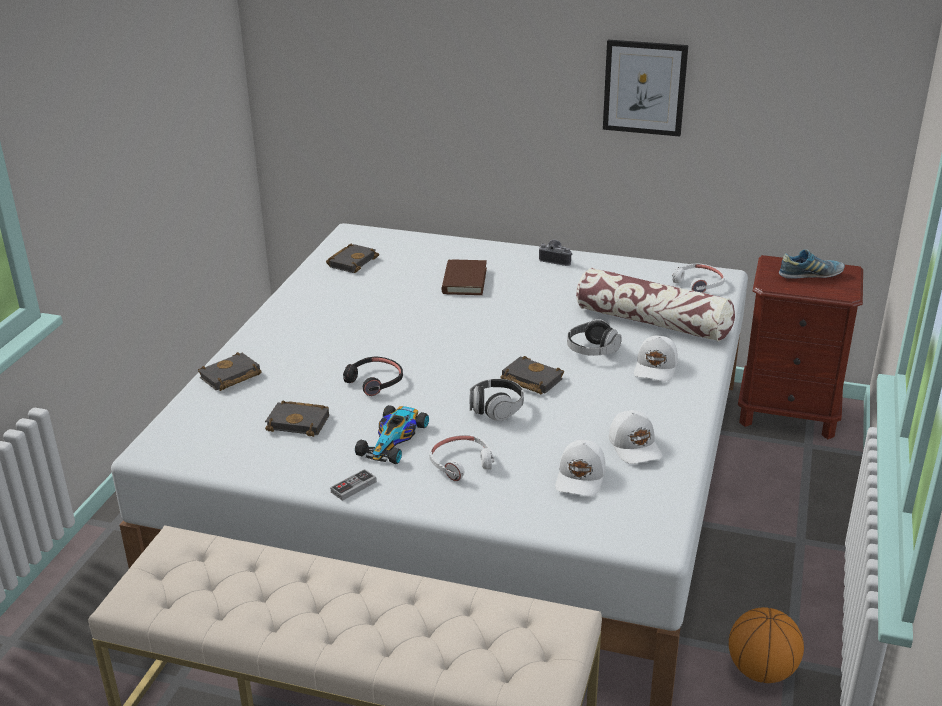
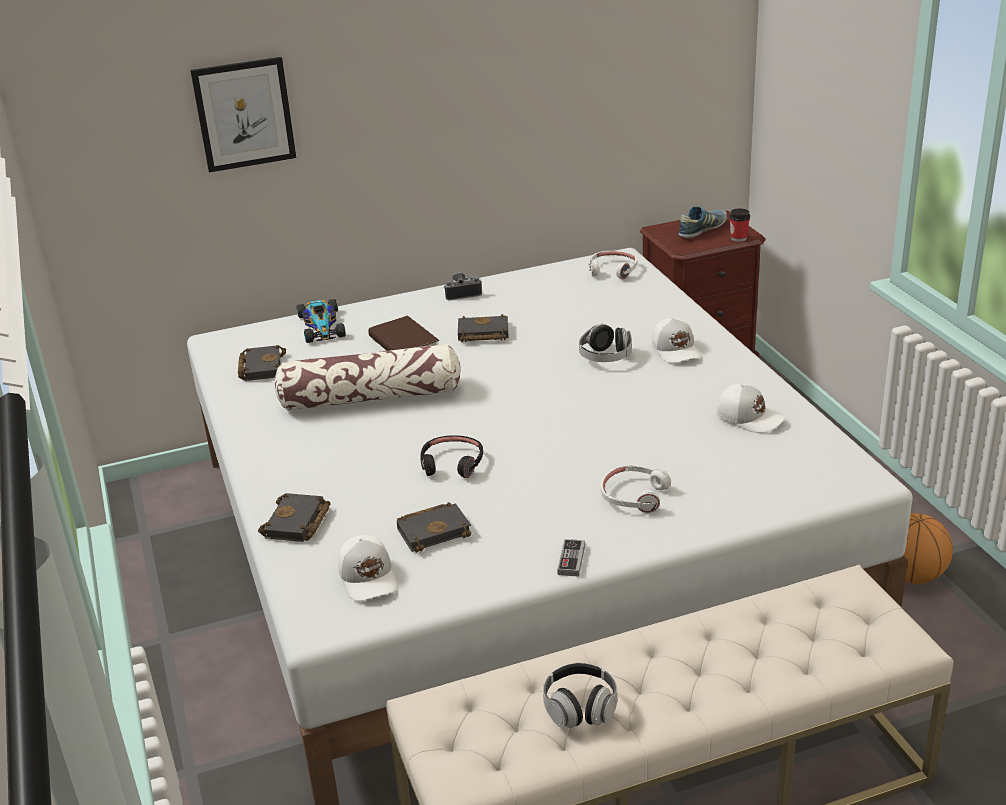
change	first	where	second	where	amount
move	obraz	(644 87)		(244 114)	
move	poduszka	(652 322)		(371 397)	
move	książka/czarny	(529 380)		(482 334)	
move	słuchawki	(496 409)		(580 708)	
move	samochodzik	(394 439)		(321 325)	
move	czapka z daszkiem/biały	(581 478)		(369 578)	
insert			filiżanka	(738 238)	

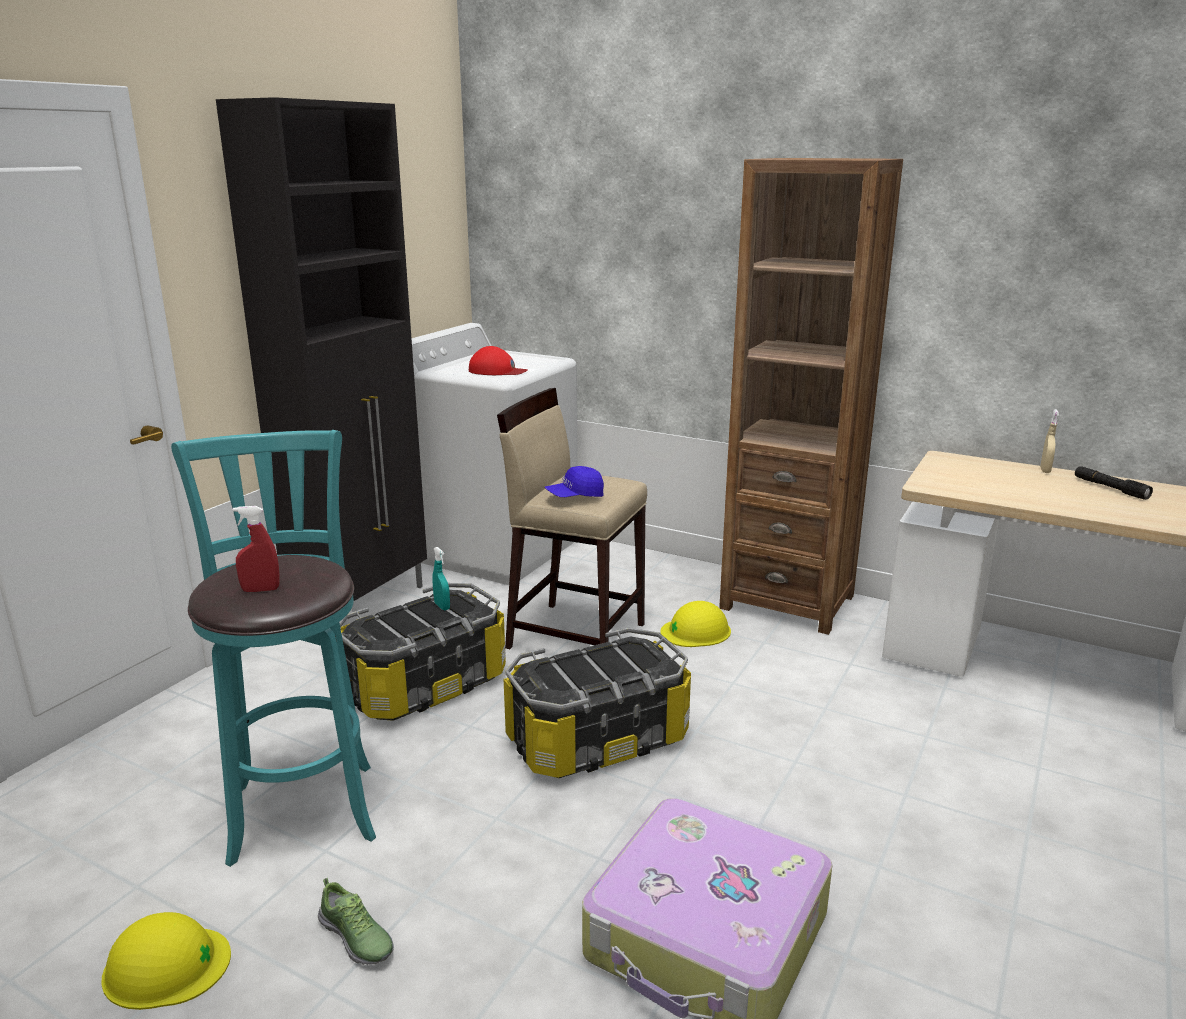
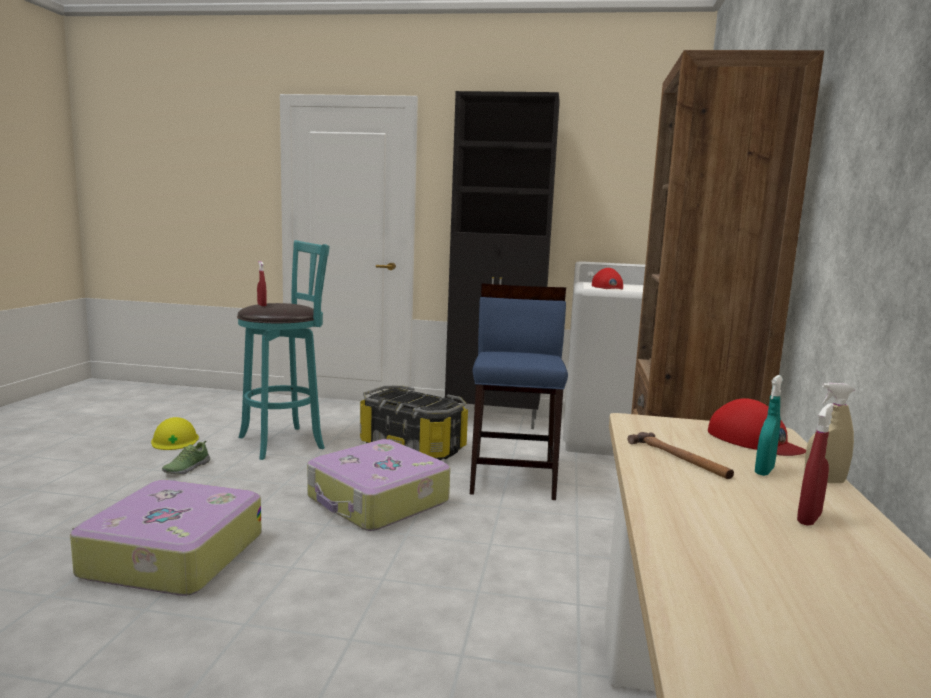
change	first	where	second	where	amount
recolor	stołek/beżowy	(575 635)	stołek/niebieski	(513 478)	
delete	czapka z daszkiem/niebieski	(575 496)			
replace	latarka/czarny	(1110 488)	spryskiwacz/czerwony	(809 518)	
move	spryskiwacz/turkusowy	(442 606)		(764 471)	
delete	kask/żółty	(696 631)			
replace	pojemnik do przechowywania	(597 739)	walizka	(377 501)	
insert			czapka z daszkiem/czerwony	(754 440)	
insert			młotek	(679 458)	

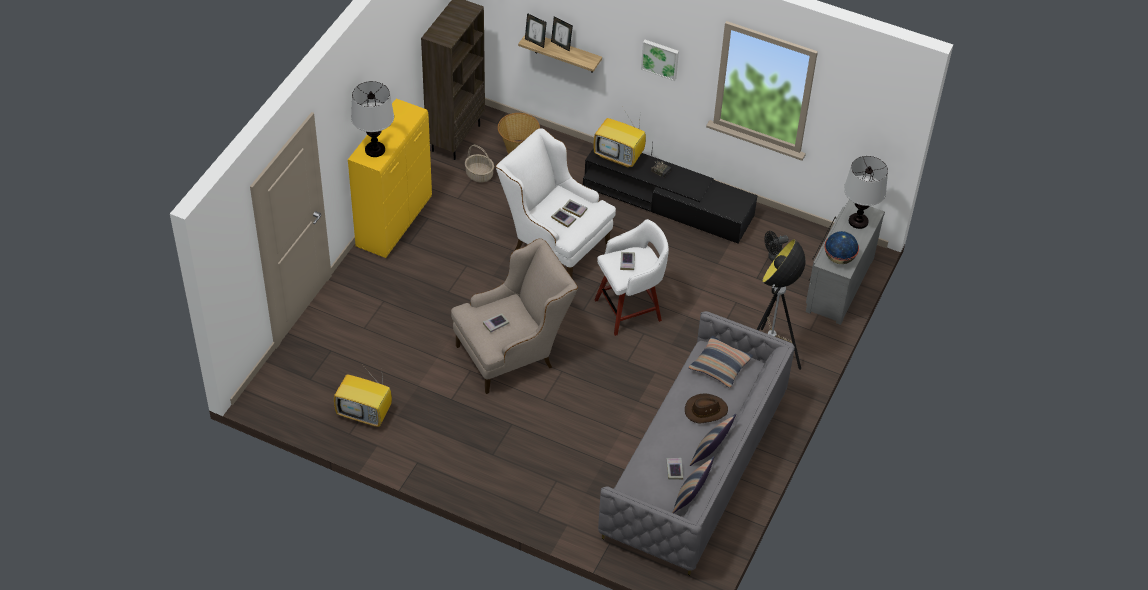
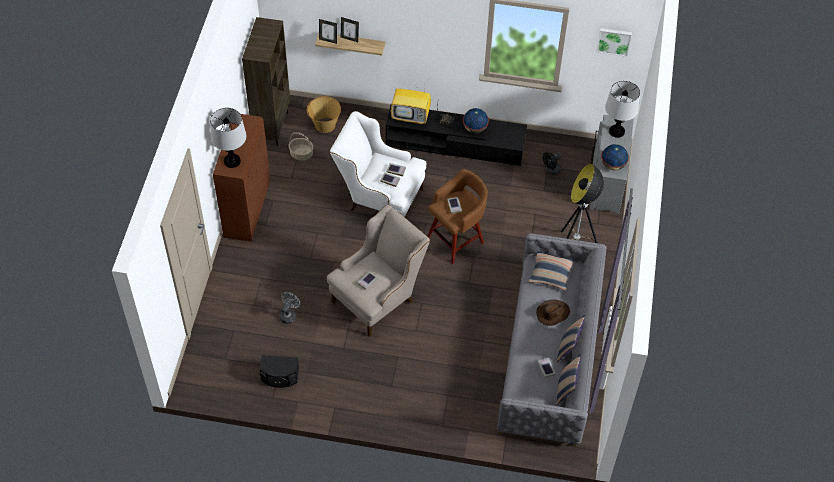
change	first	where	second	where	amount
move	obraz	(660 59)		(614 41)	
recolor	szafka/żółty	(394 222)	szafka/brązowy	(247 209)	
recolor	stołek/biały	(630 309)	stołek/brązowy	(456 239)	
replace	telewizor	(365 413)	głośnik/czarny	(280 377)	
insert			globus	(475 129)	
insert			wentylator/szary	(289 315)	

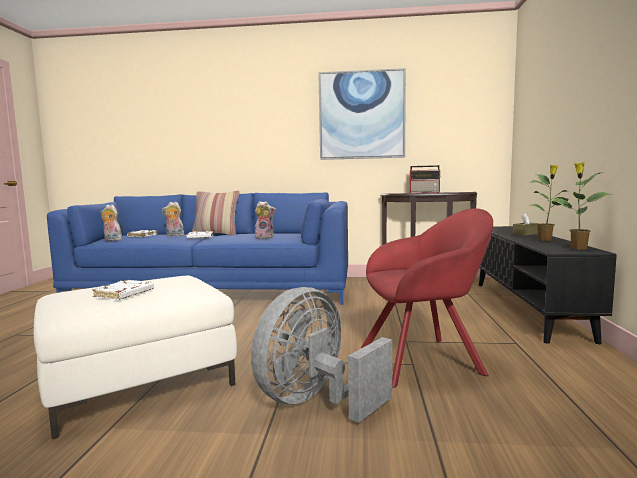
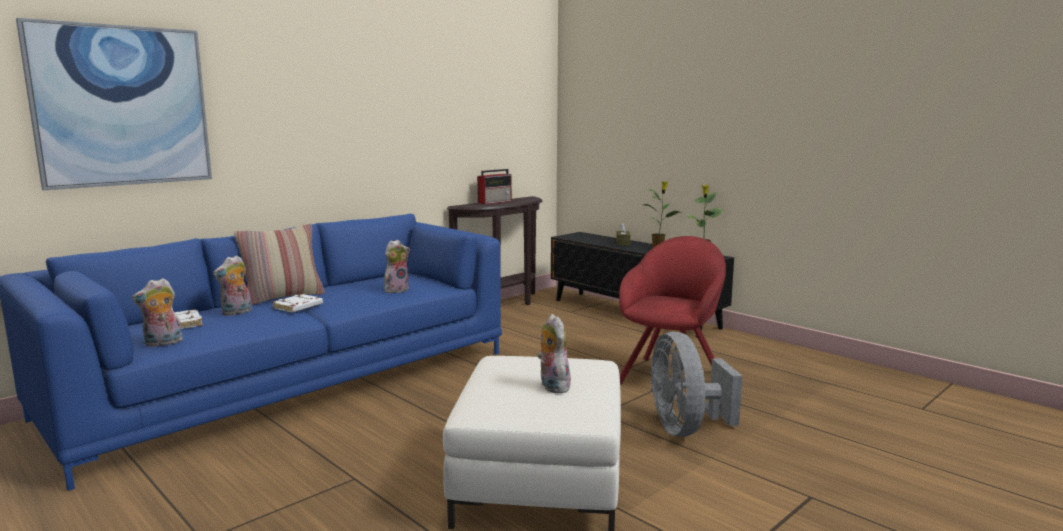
change	first	where	second	where	amount
move	obraz	(361 115)		(122 106)	
replace	książka/biały	(124 294)	pluszak	(552 386)	

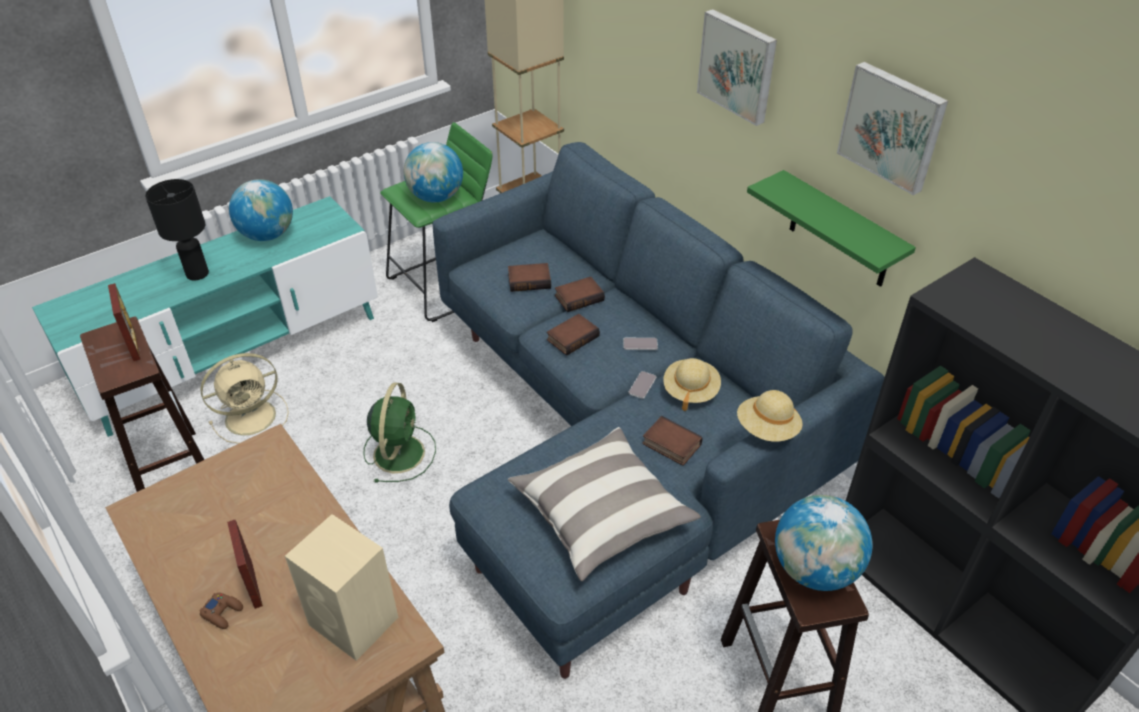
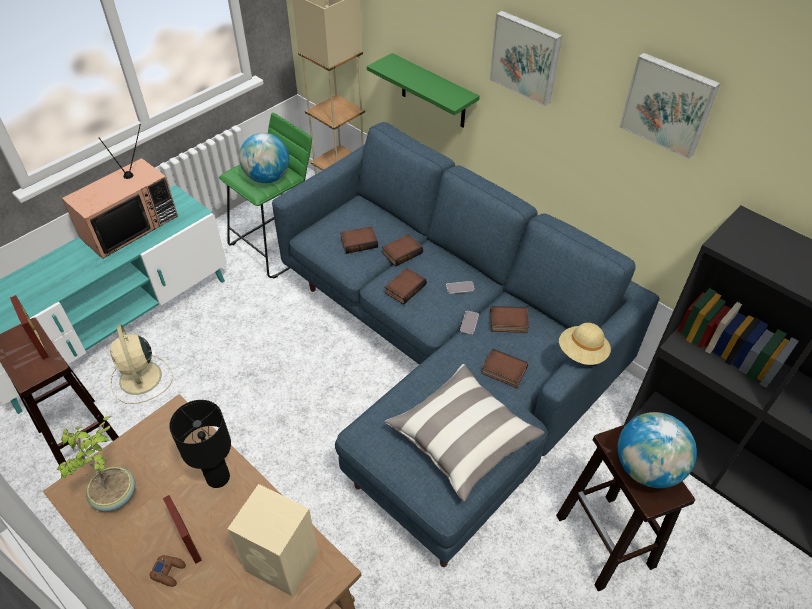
change	first	where	second	where	amount
move	półka/zielony	(840 231)		(433 92)	
move	lampa stołowa/czarny	(197 273)		(218 476)	
replace	globus	(267 235)	telewizor	(130 225)	
rotate	wentylator/beżowy	(253 416)		(141 379)	105 degrees clockwise
replace	kapelusz/beżowy	(690 391)	książka	(508 323)	
delete	wentylator/zielony	(399 452)			
insert			roślina doniczkowa	(116 495)	

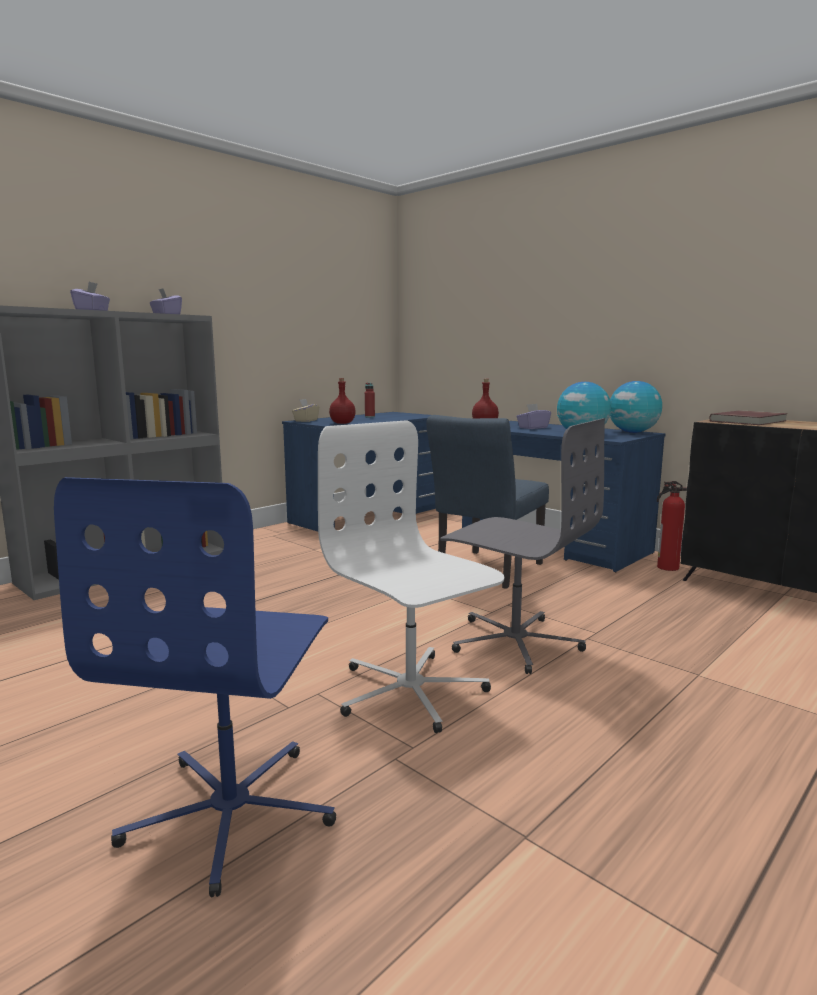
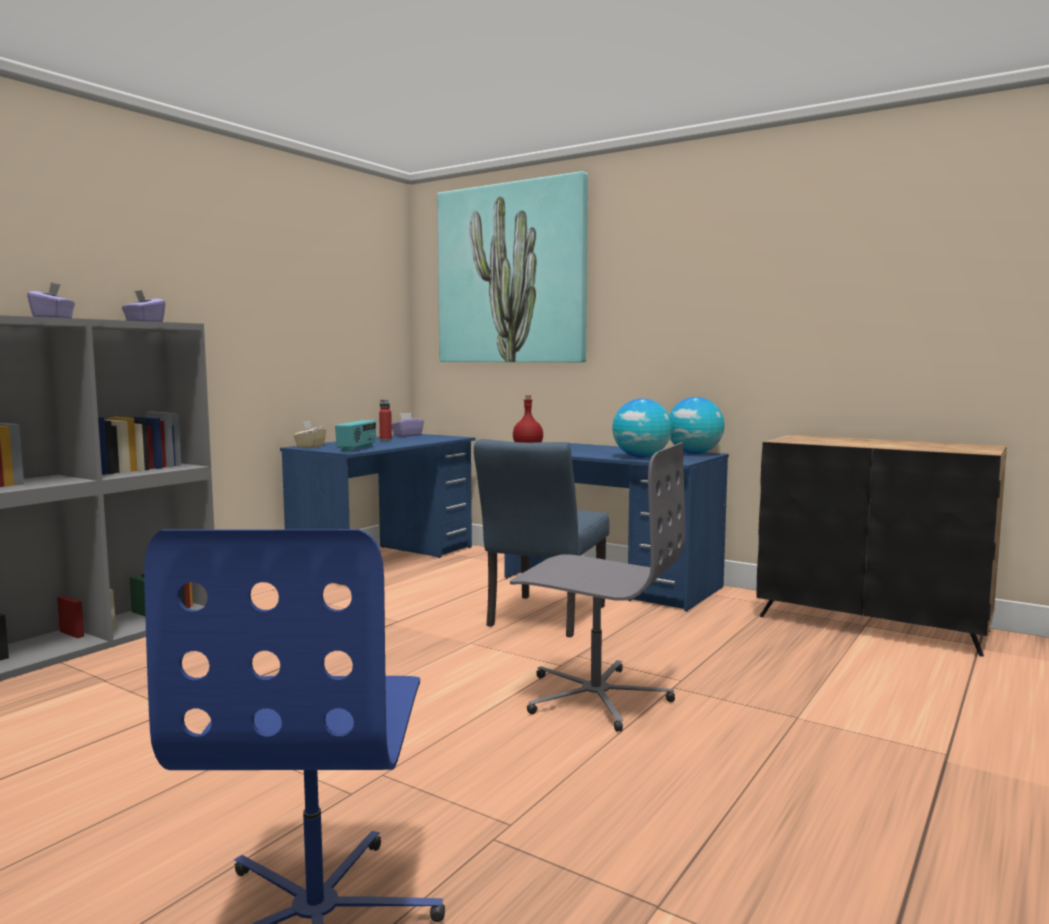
change	first	where	second	where	amount
replace	butelka/czerwony	(342 423)	radio	(357 449)	
move	pudełko chusteczek/fioletowy	(533 428)		(407 435)	
delete	książka/czerwony	(749 421)			
delete	krzesło biurowe/biały	(410 691)			
delete	gaśnica	(666 567)			
insert			obraz	(512 274)	

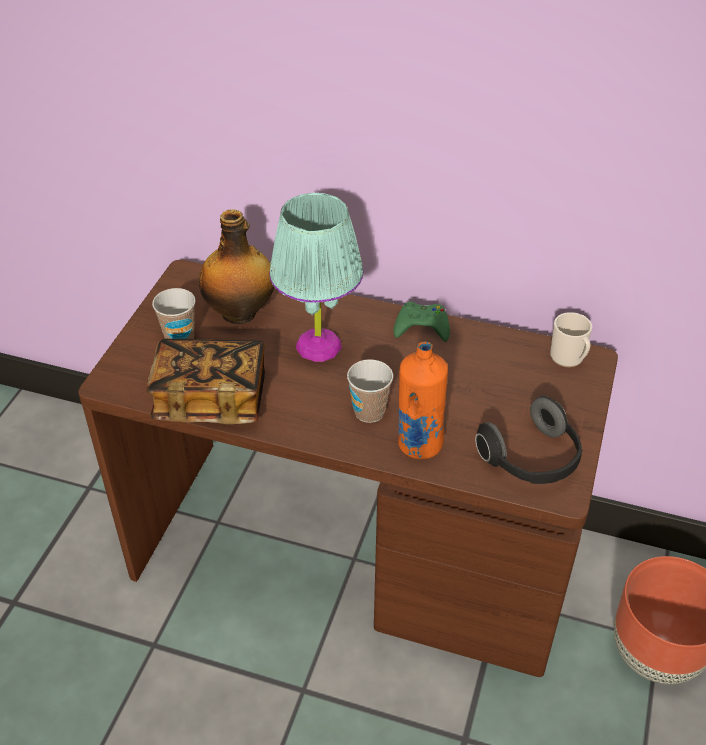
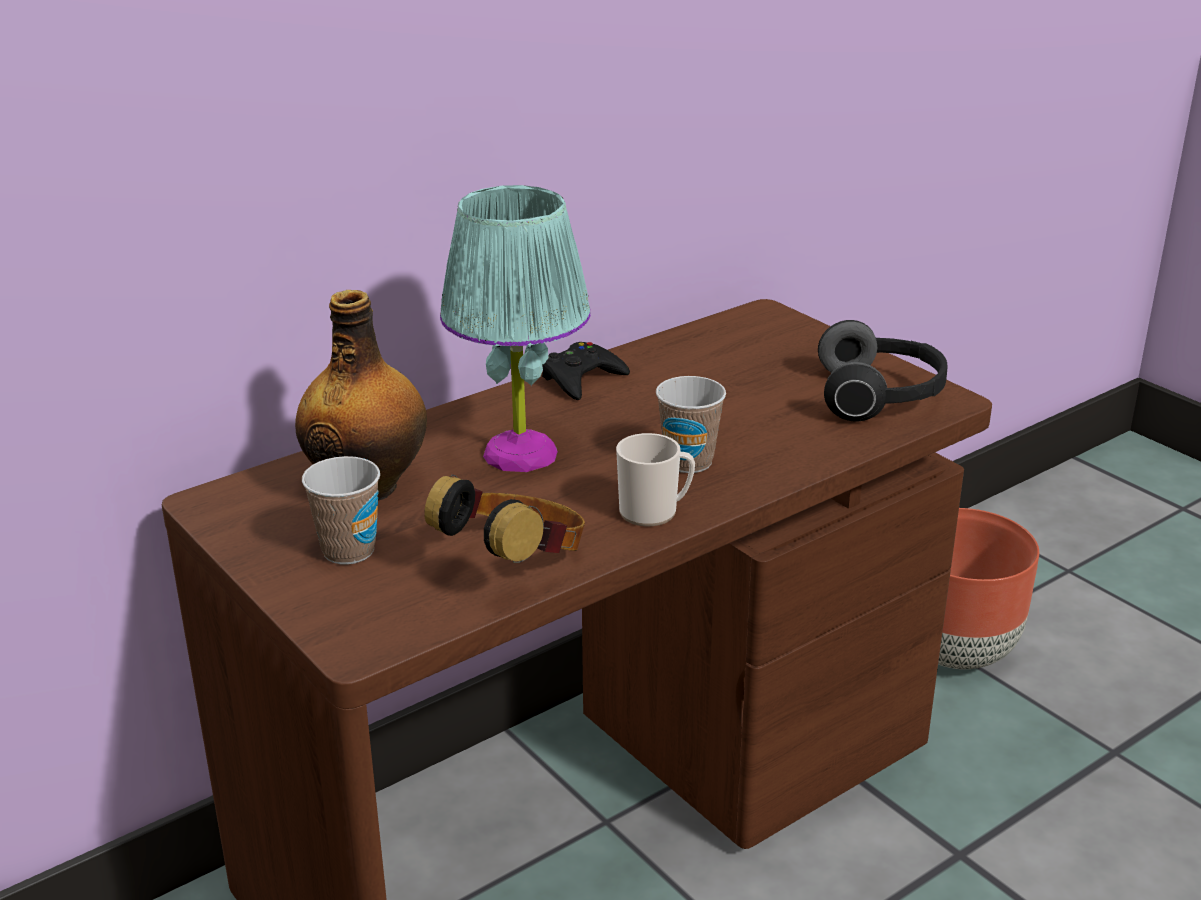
change	first	where	second	where	amount
recolor	pad do gier/zielony	(422 327)	pad do gier/czarny	(581 379)	
move	kubek	(569 358)		(654 512)	
replace	książka	(211 398)	słuchawki	(516 566)	
delete	butelka/pomarańczowy	(419 444)			

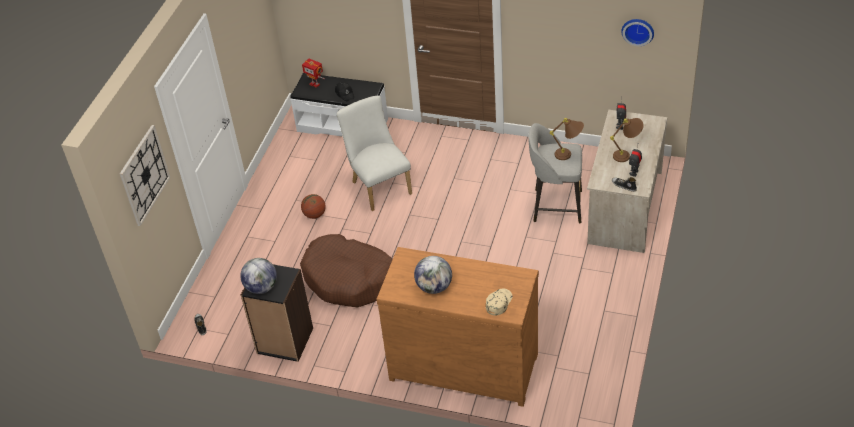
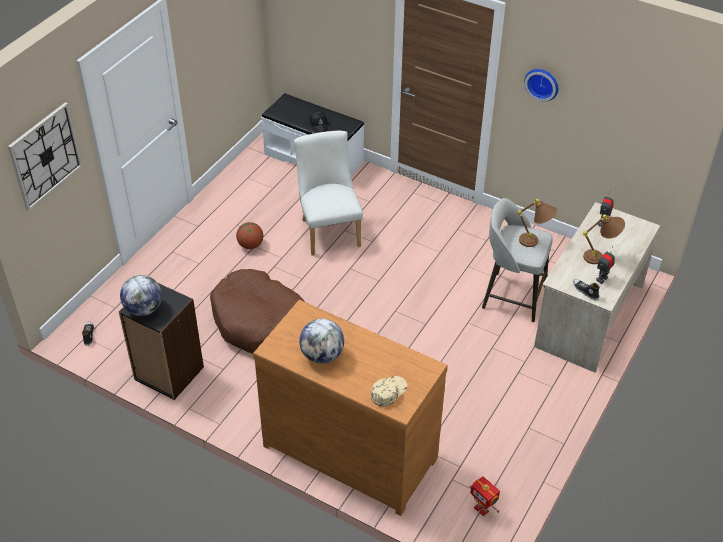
change	first	where	second	where	amount
move	zegar ścienny	(638 30)		(542 83)	
move	robot zabawkowy	(315 84)		(482 509)	

